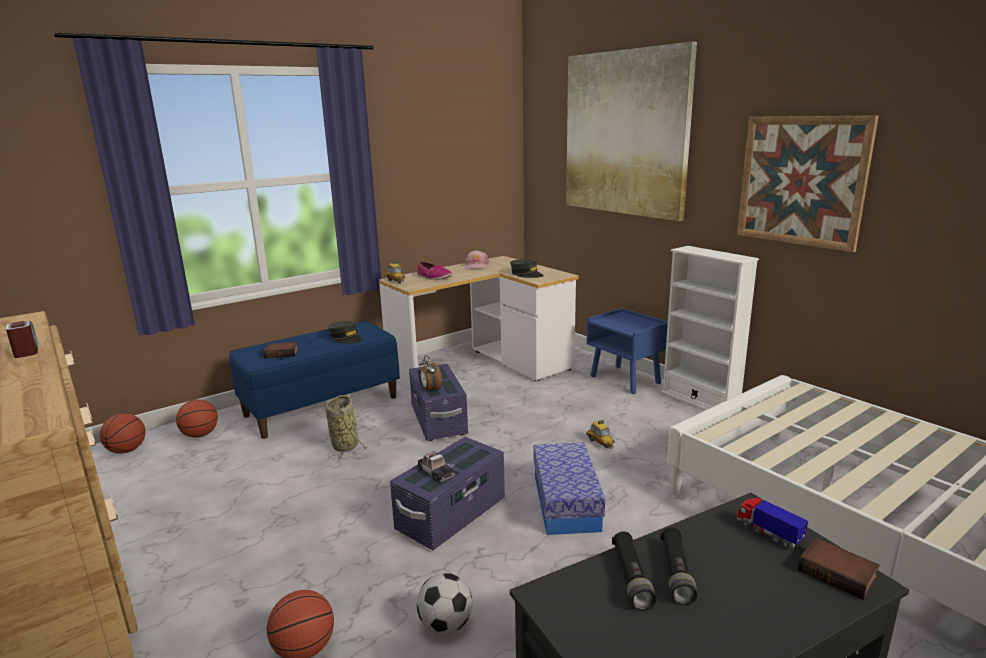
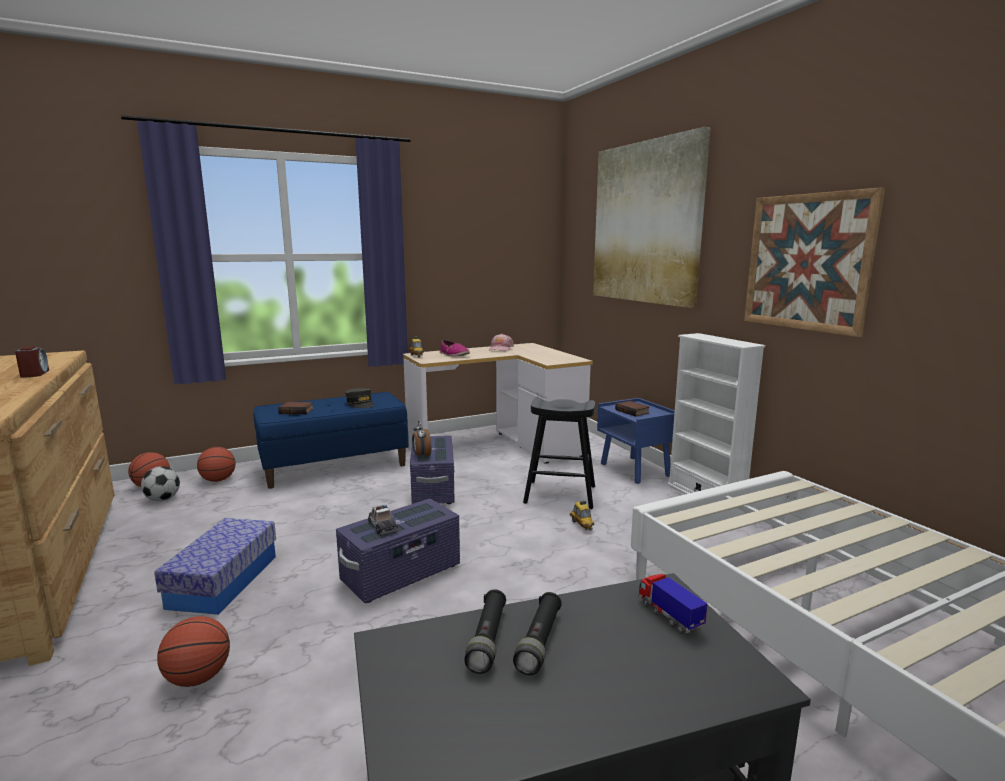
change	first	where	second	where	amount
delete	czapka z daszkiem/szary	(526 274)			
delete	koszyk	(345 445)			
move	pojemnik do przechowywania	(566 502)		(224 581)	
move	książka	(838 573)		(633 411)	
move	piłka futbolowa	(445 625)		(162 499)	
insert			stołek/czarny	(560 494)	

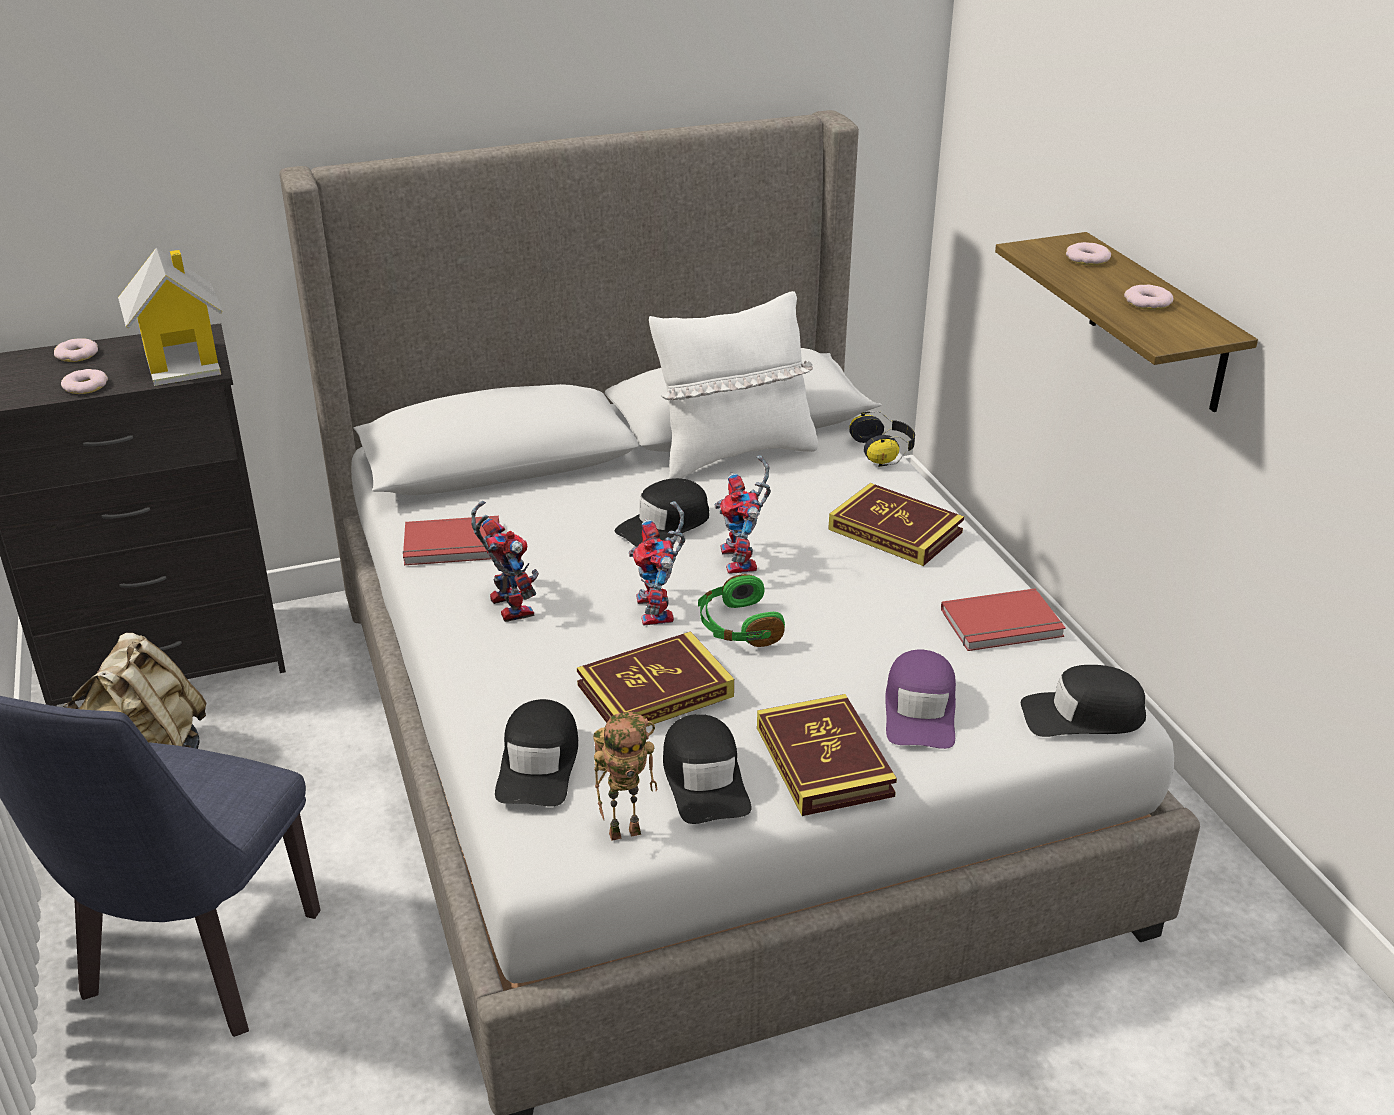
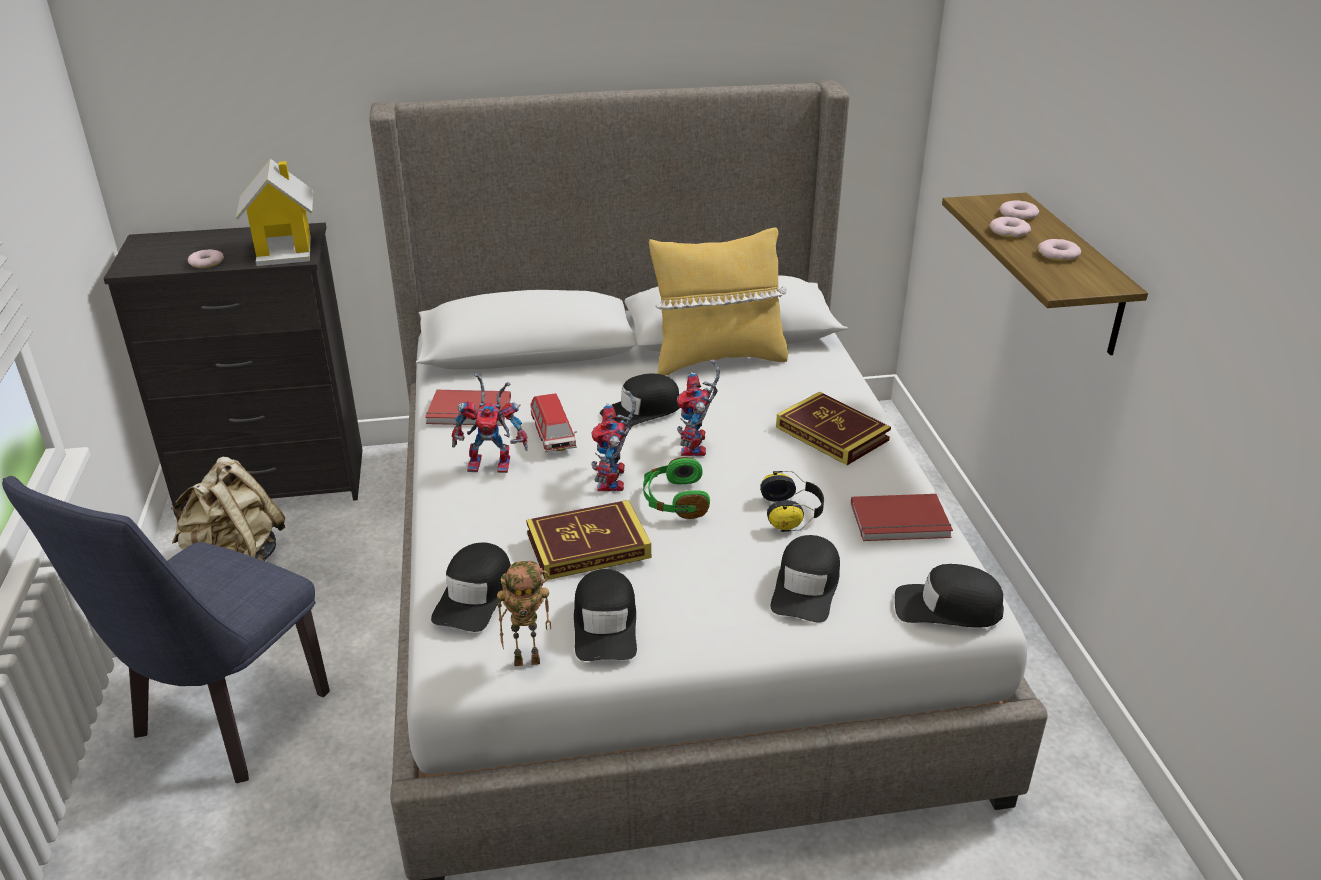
change	first	where	second	where	amount
recolor	poduszka/biały	(734 454)	poduszka/żółty	(717 359)	
move	donut	(77 355)		(1009 232)	
move	słuchawki	(884 451)		(792 513)	
rotate	robot zabawkowy	(506 605)		(494 463)	105 degrees clockwise
recolor	czapka z daszkiem/fioletowy	(920 710)	czapka z daszkiem/czarny	(806 587)	
delete	książka	(823 761)			
insert			samochodzik	(553 436)	

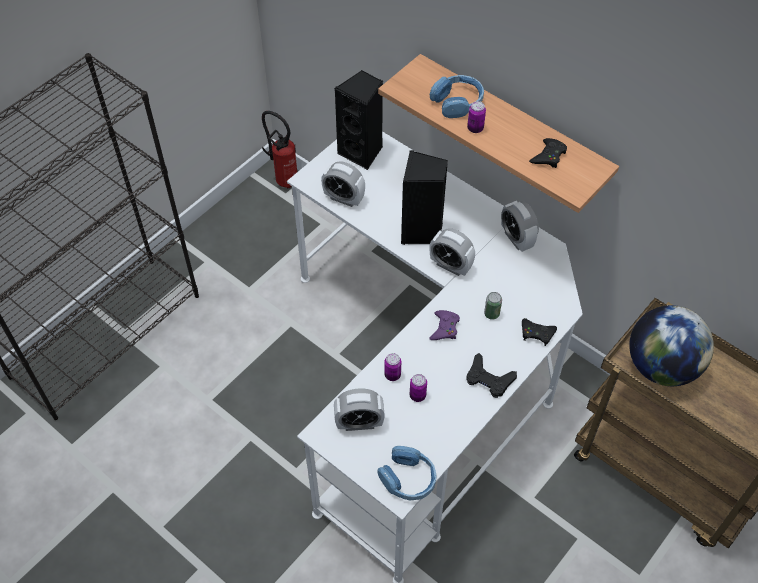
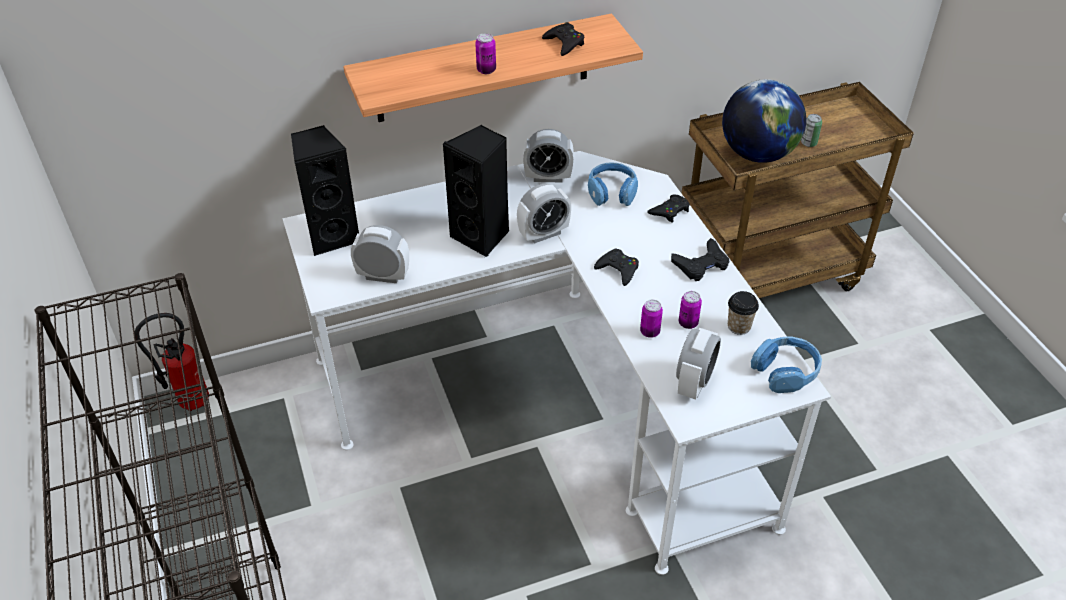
change	first	where	second	where	amount
move	słuchawki/niebieski	(457 102)		(612 192)	
rotate	budzik	(344 198)		(383 276)	135 degrees counterclockwise
move	puszka	(491 314)		(808 143)	
recolor	pad do gier/fioletowy	(444 328)	pad do gier/czarny	(618 270)	
insert			filiżanka	(739 326)	

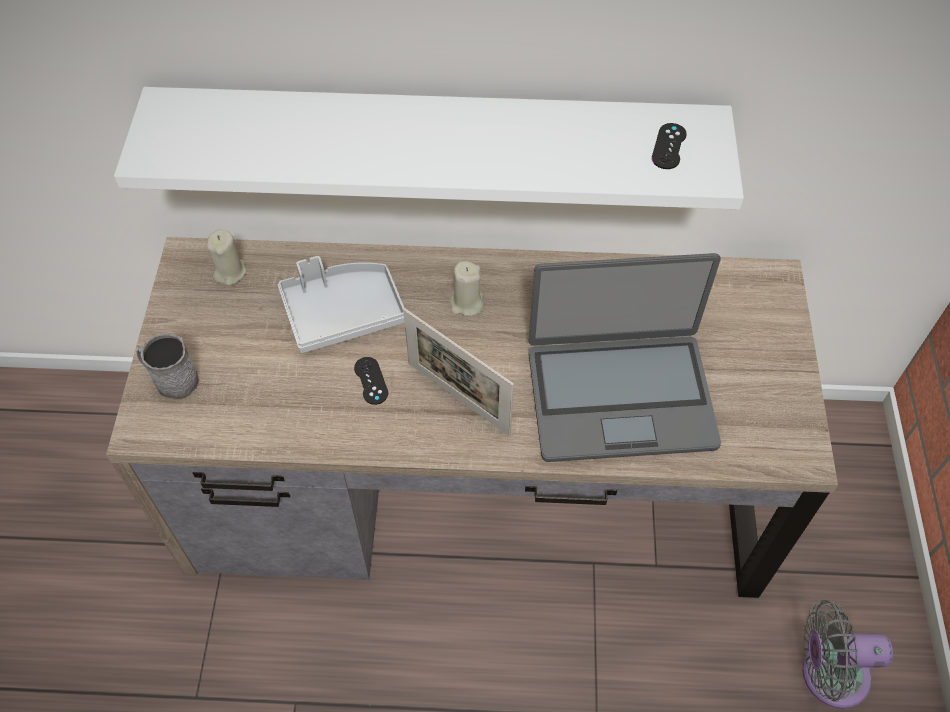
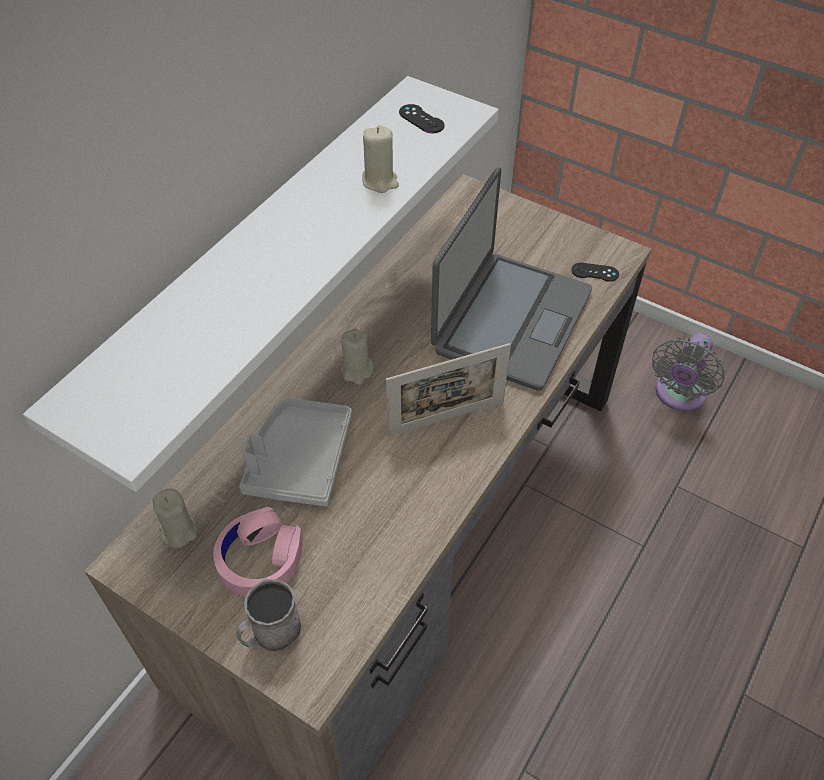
change	first	where	second	where	amount
move	pad do gier/czarny	(371 381)		(595 272)	
insert			świeca/beżowy	(380 181)	
insert			słuchawki/różowy	(260 559)	

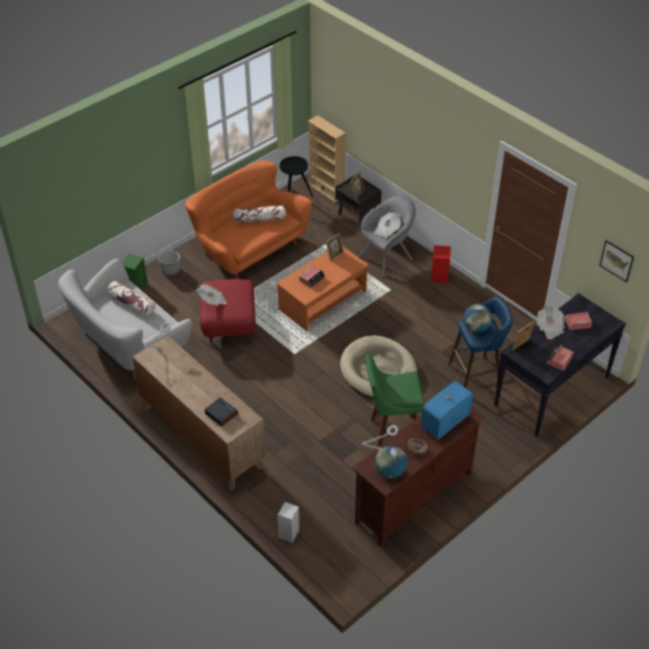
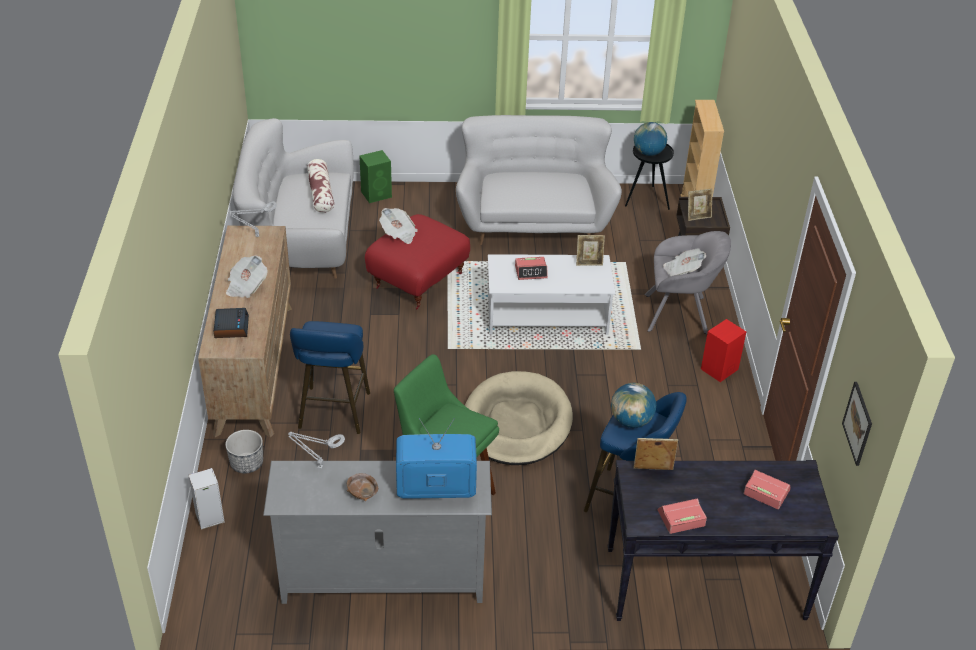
change	first	where	second	where	amount
recolor	kanapa/pomarańczowy	(249 248)	kanapa/biały	(533 221)	
delete	poduszka	(260 219)			
recolor	ława/pomarańczowy	(323 300)	ława/biały	(548 315)	
move	donica	(170 270)		(247 463)	
move	gazeta	(549 328)		(246 286)	
recolor	szafka pod telewizor/brązowy	(414 498)	szafka pod telewizor/szary	(382 580)	
move	globus	(390 471)		(648 153)	
insert			stołek/niebieski	(333 413)	

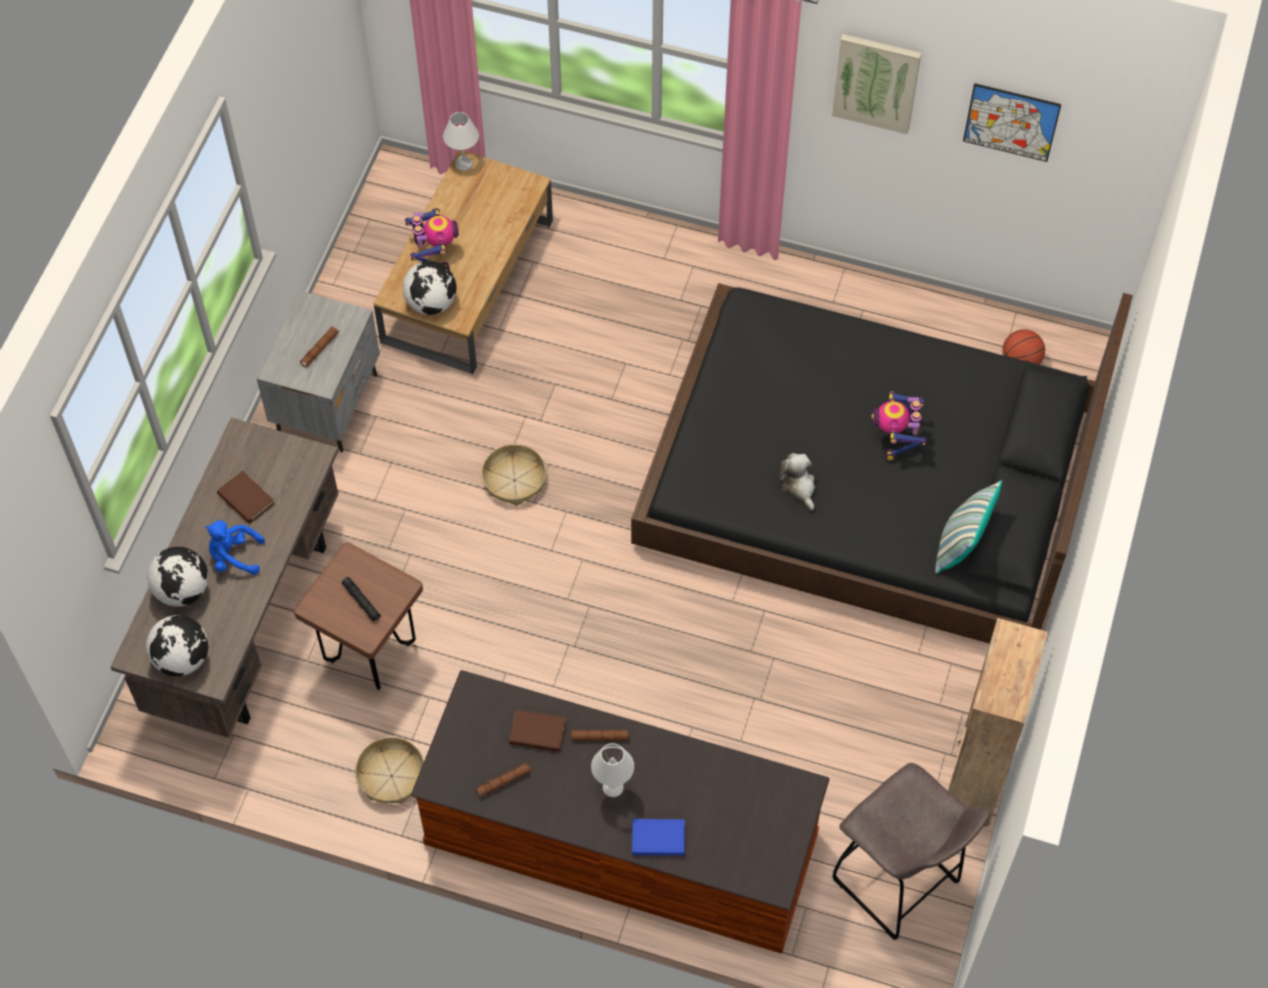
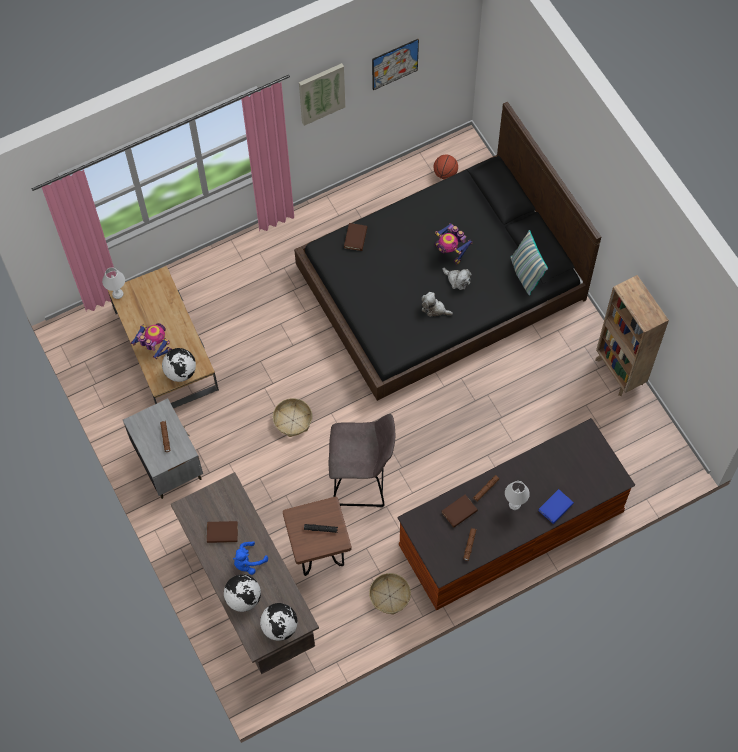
change	first	where	second	where	amount
move	stołek/szary	(898 883)		(362 482)	
insert			książka/brązowy	(355 238)	
insert			pluszak	(457 280)	

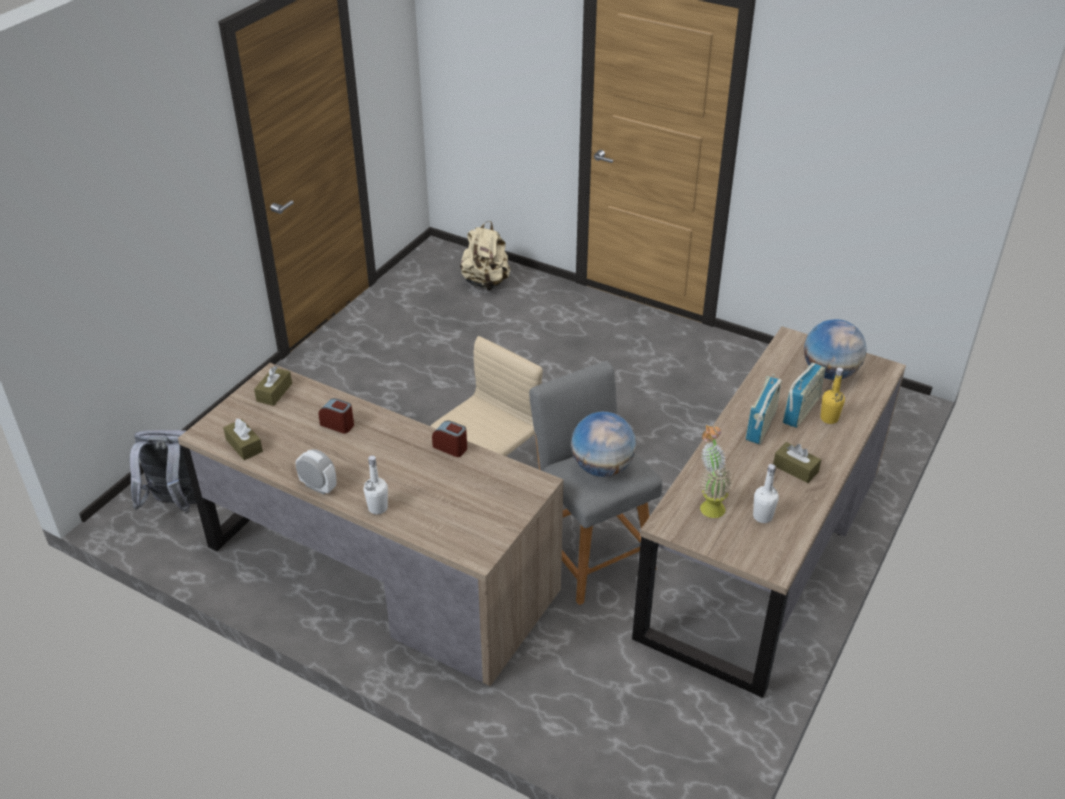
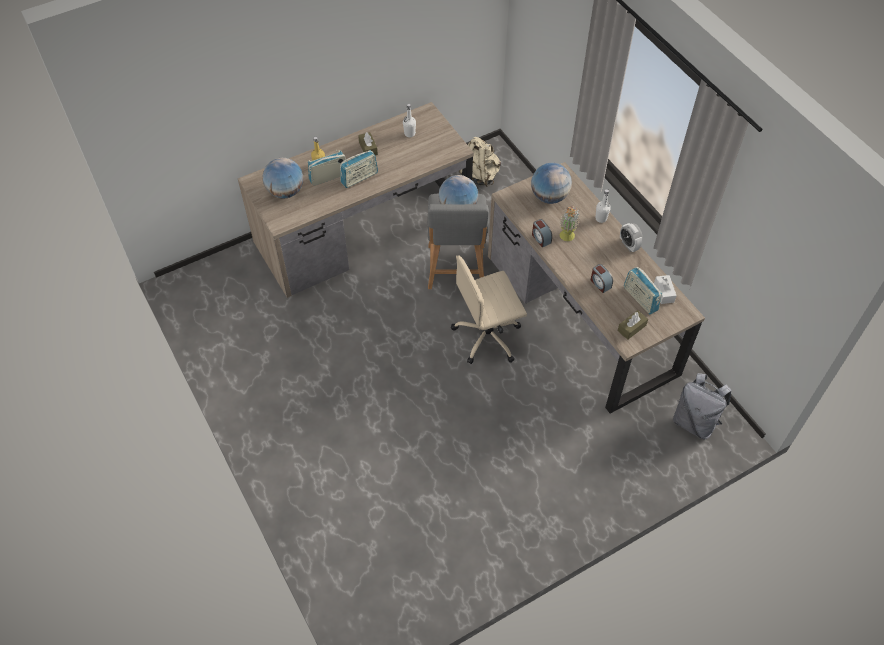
change	first	where	second	where	amount
move	plecak/beżowy	(486 282)		(480 175)	
recolor	pudełko chusteczek/brązowy	(244 445)	pudełko chusteczek/biały	(664 293)	
move	roślina doniczkowa	(709 504)		(567 238)	
insert			globus	(549 196)	
insert			radio	(640 299)	

